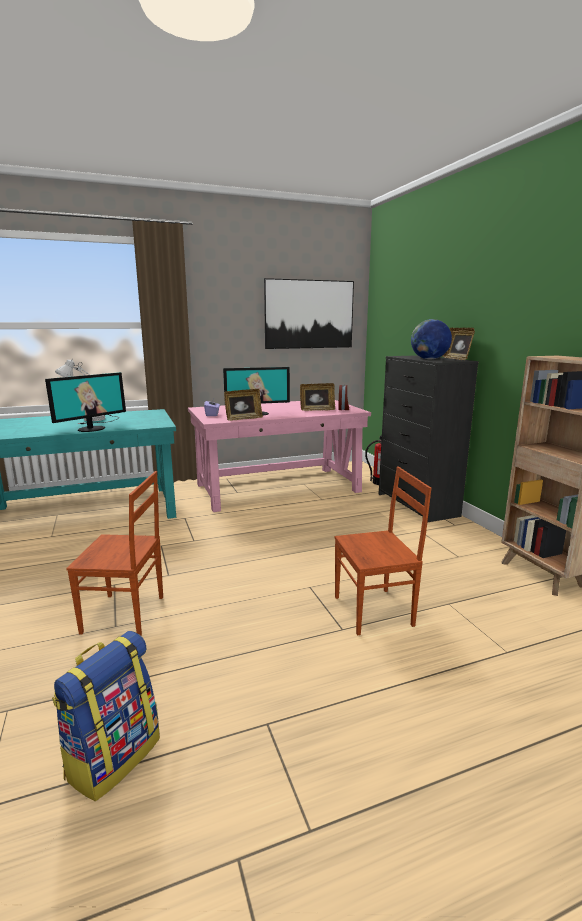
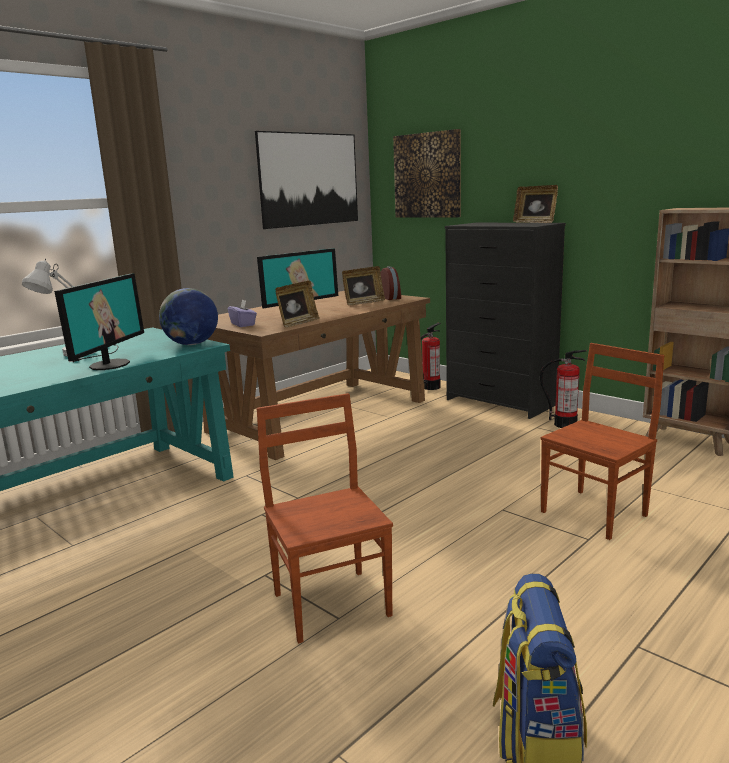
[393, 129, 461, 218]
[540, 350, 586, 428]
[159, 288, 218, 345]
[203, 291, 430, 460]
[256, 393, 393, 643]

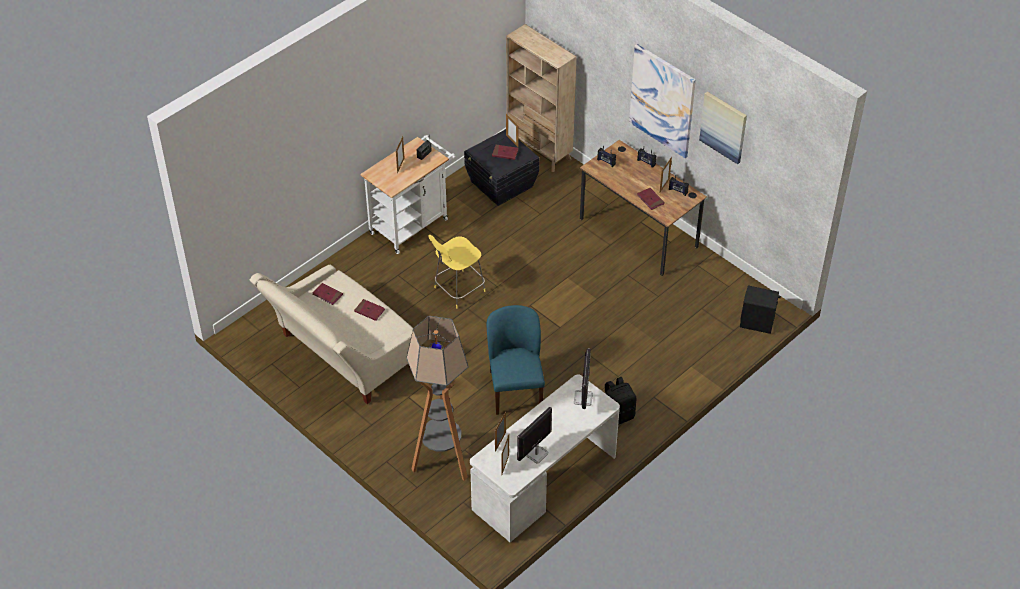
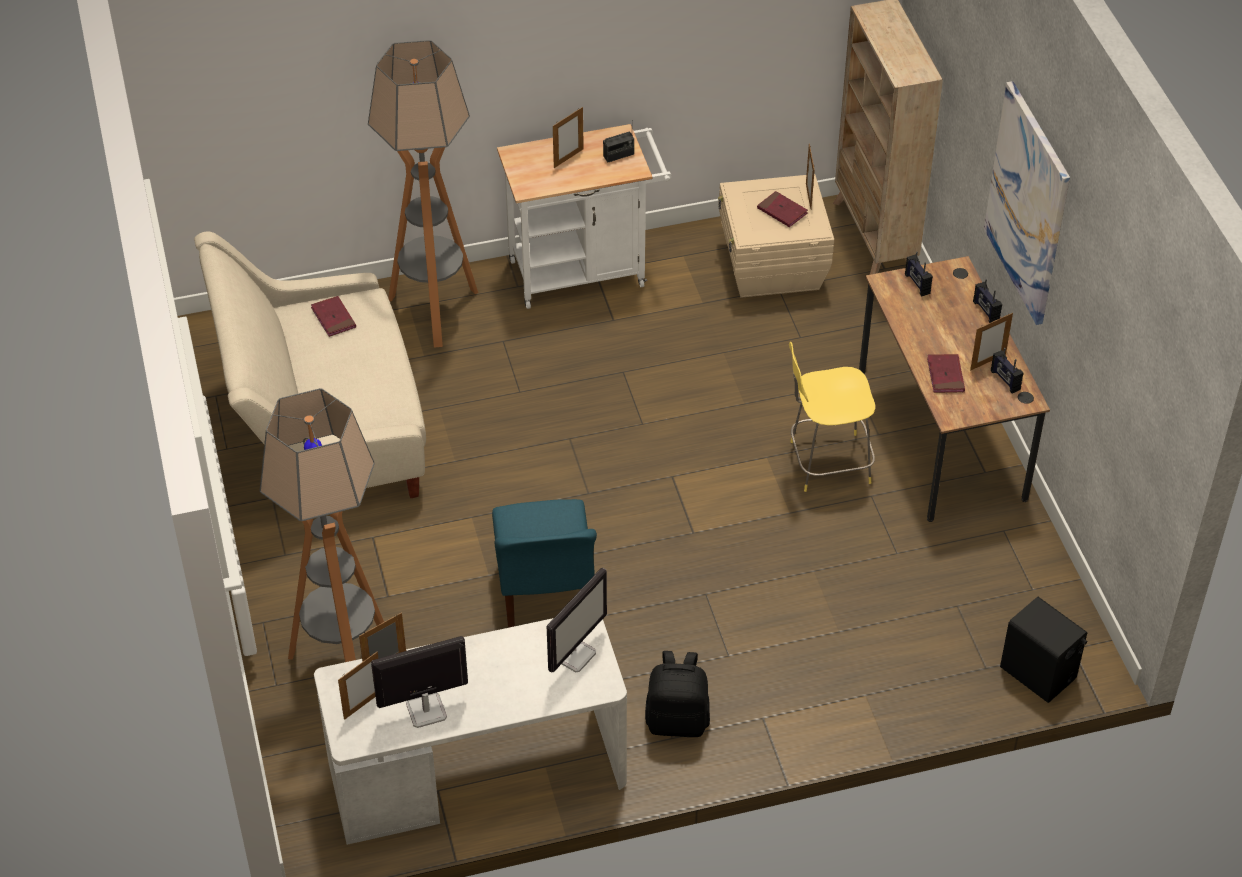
[354, 299, 385, 321] (first image)
[699, 91, 747, 164] (first image)
[368, 40, 478, 348]
[789, 342, 875, 492]
[718, 174, 834, 298]
[492, 499, 597, 628]

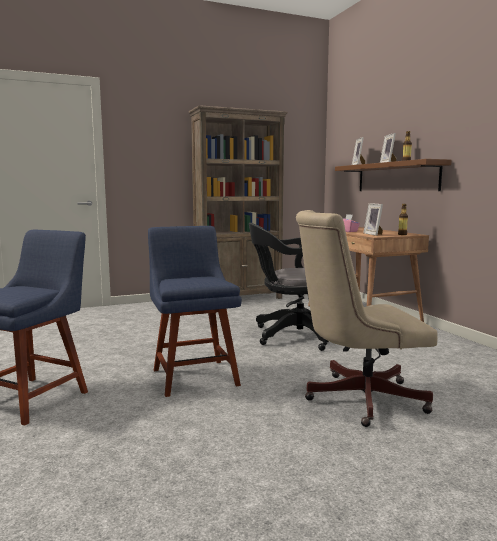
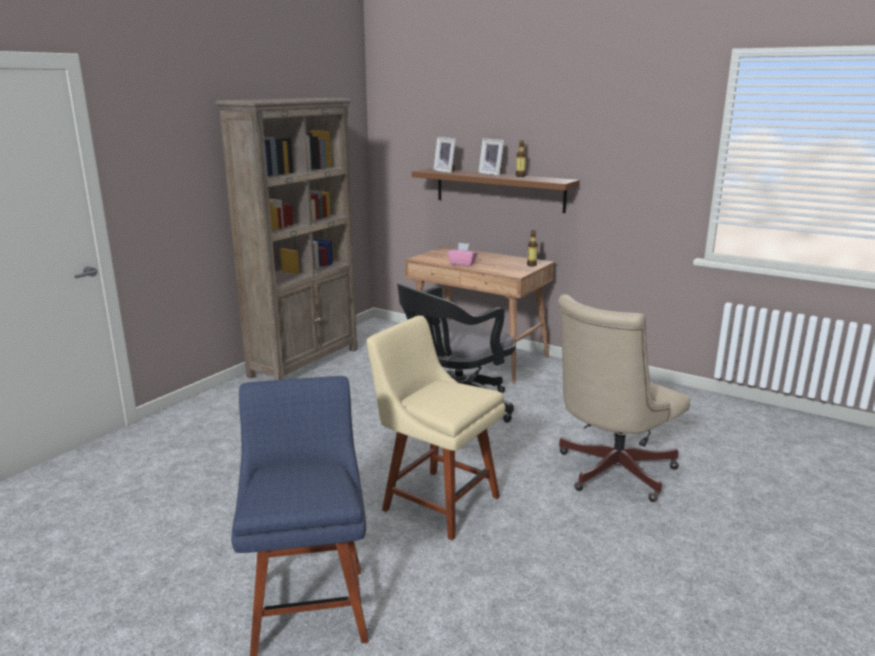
[363, 203, 383, 236] (first image)
[366, 316, 505, 541]

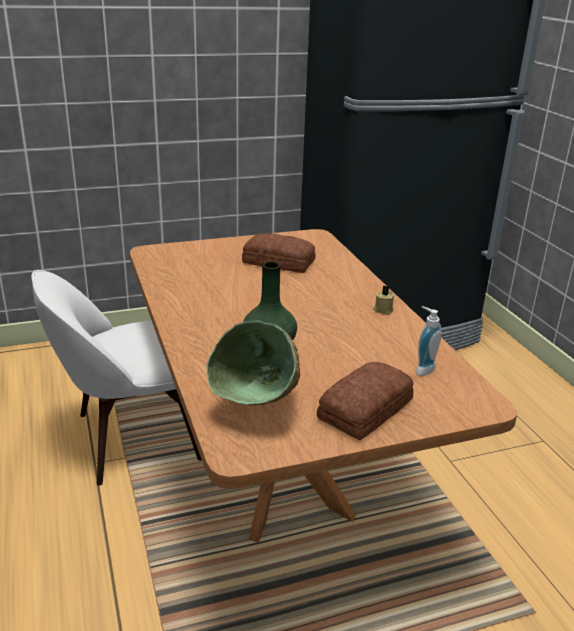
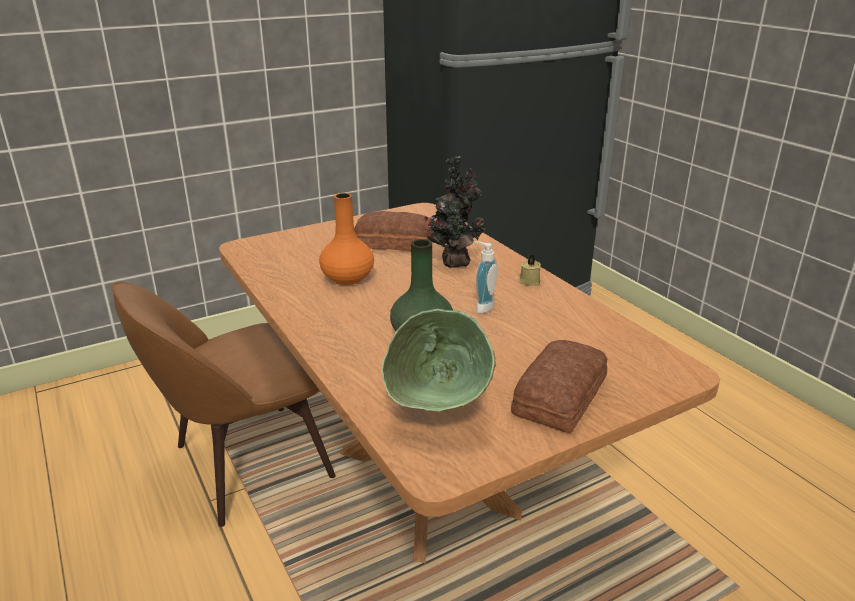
[319, 193, 374, 285]
[424, 156, 485, 268]
[475, 241, 497, 314]
[111, 282, 336, 527]

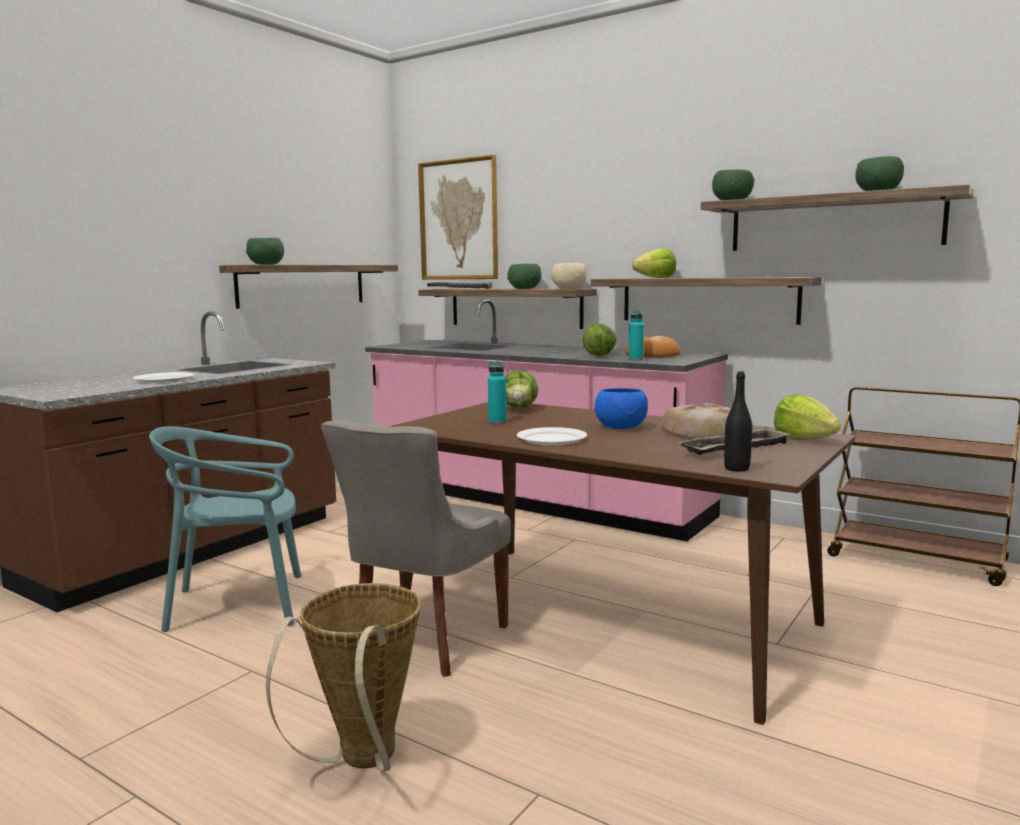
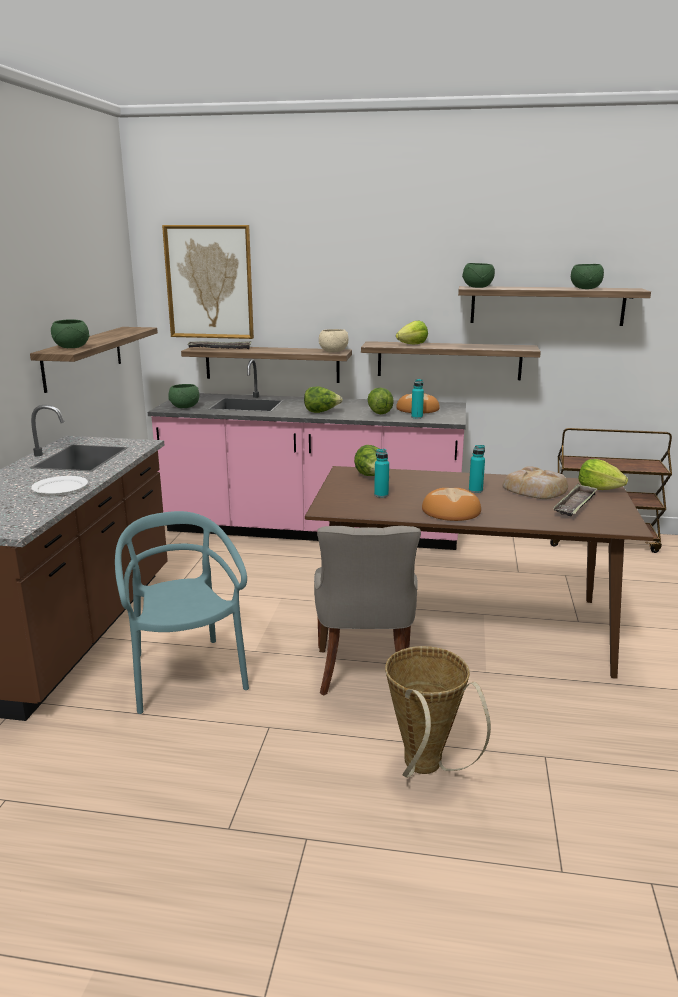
[724, 371, 752, 472] (first image)
[304, 386, 343, 413]
[168, 384, 199, 408]
[422, 488, 481, 521]
[469, 445, 485, 493]
[115, 511, 249, 714]

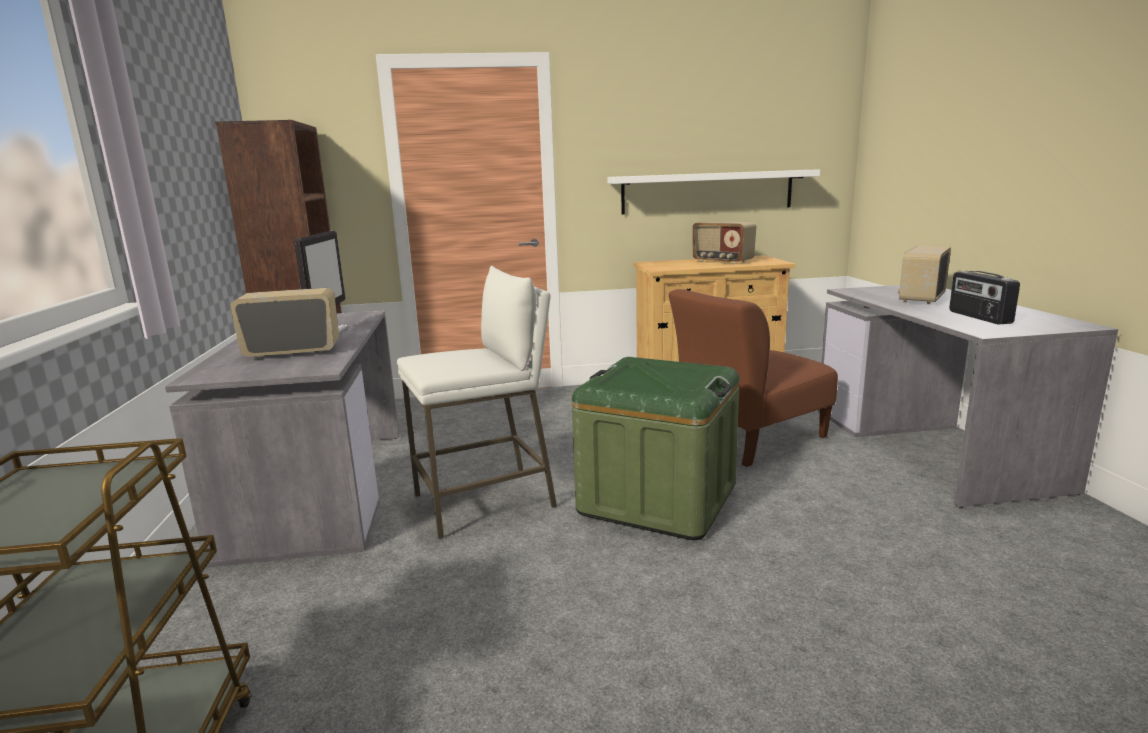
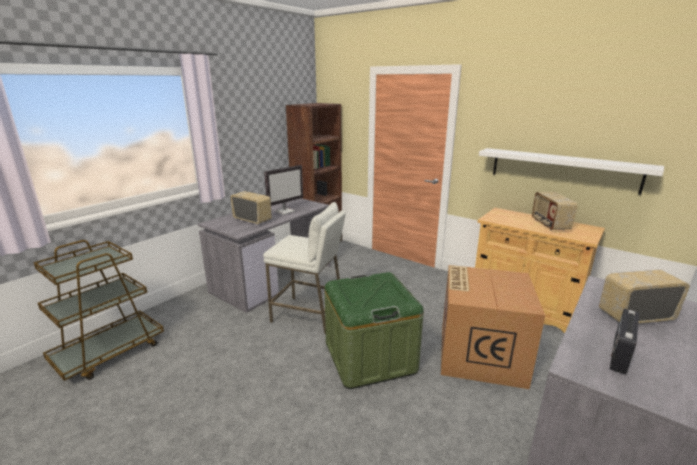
[441, 265, 545, 389]

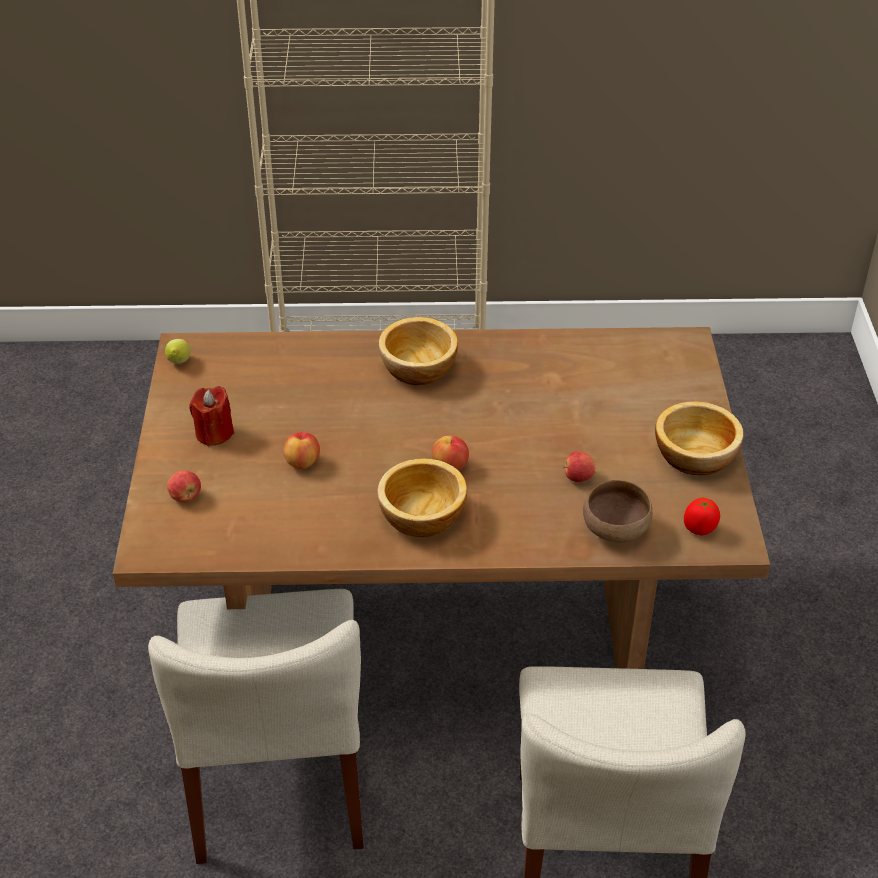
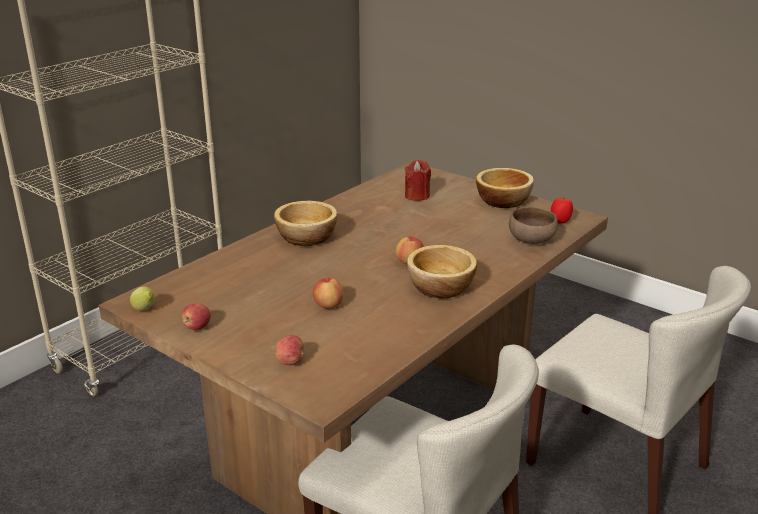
[405, 160, 431, 201]
[182, 303, 211, 330]

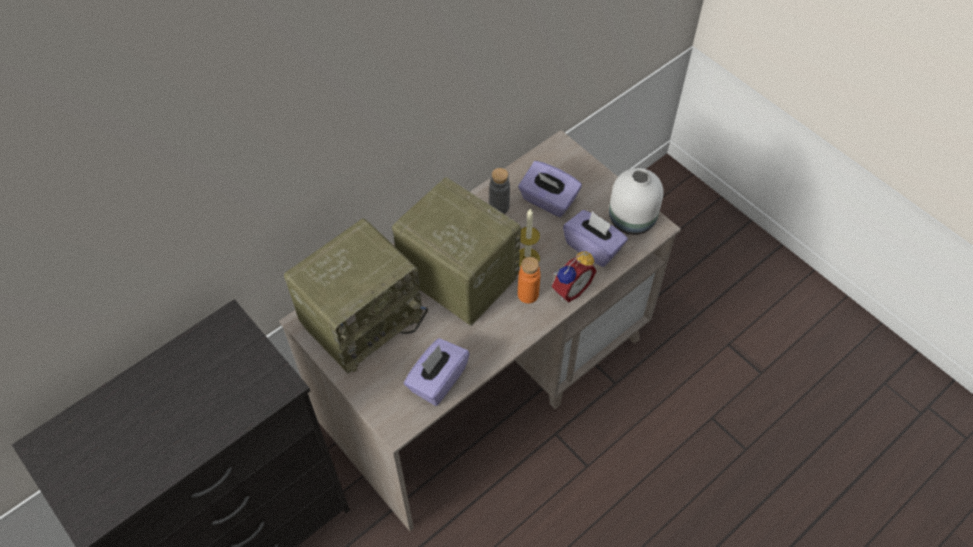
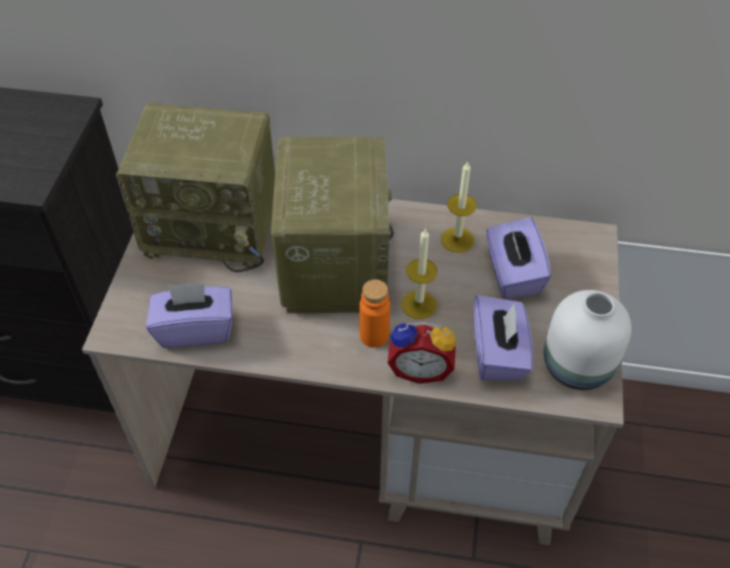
[441, 161, 477, 252]

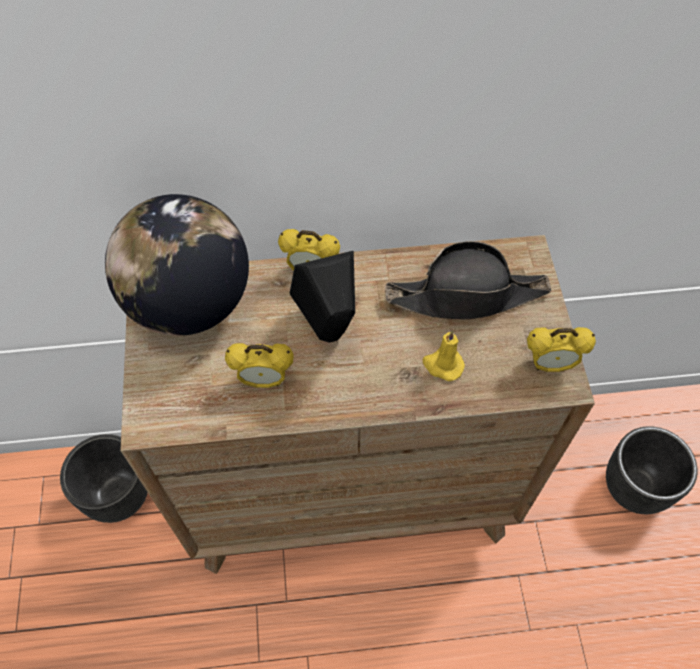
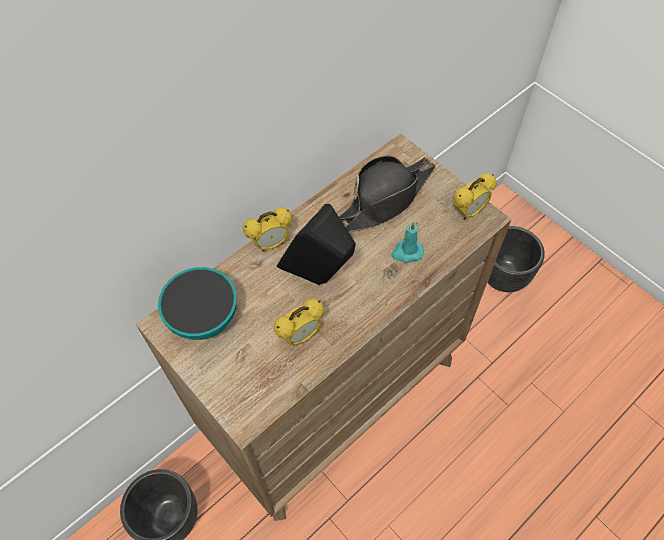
[158, 267, 237, 340]
[391, 222, 424, 263]

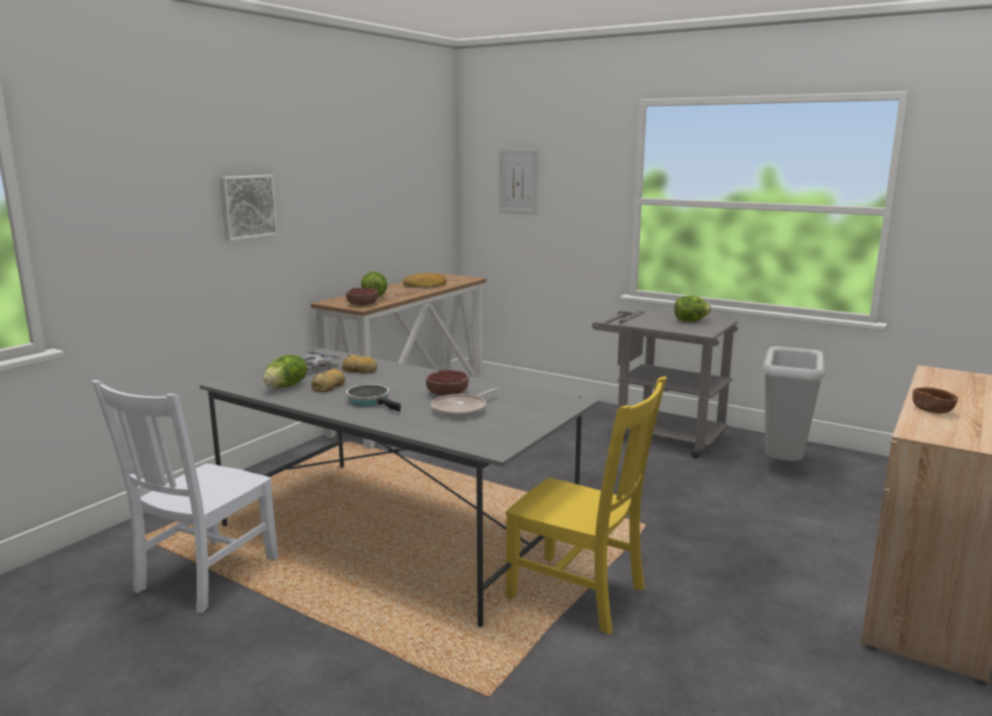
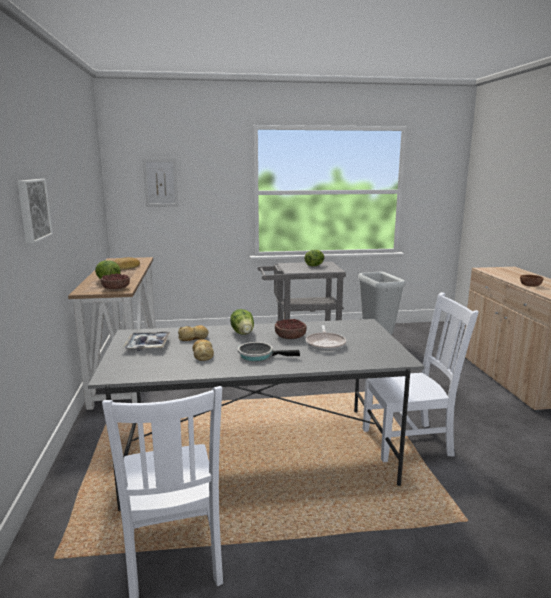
[230, 309, 254, 335]
[363, 292, 479, 462]

